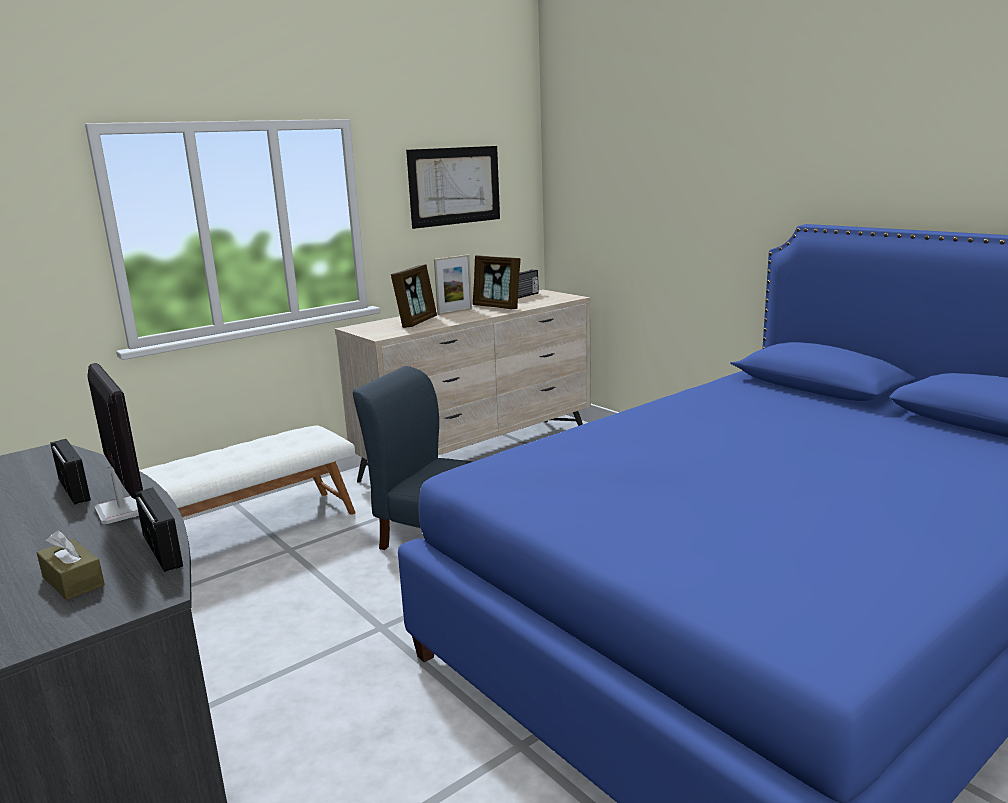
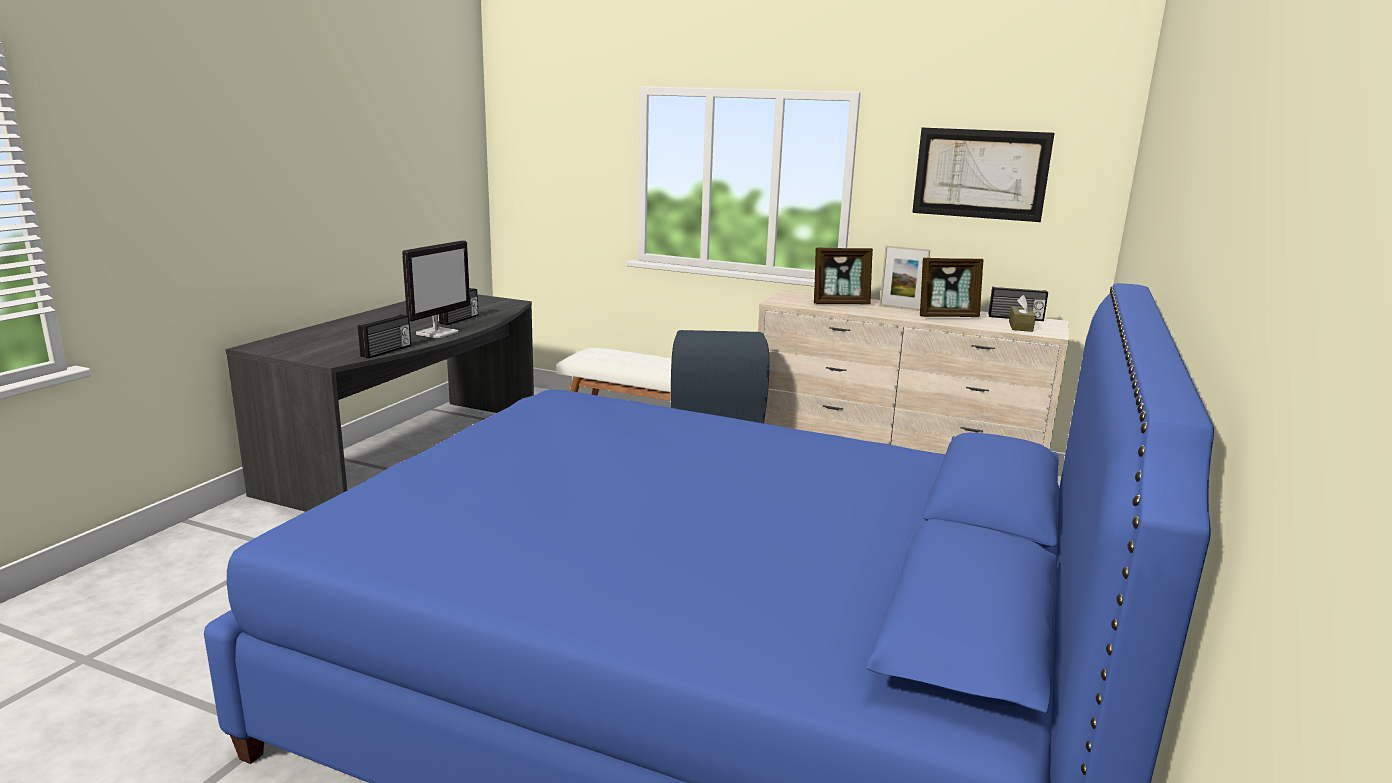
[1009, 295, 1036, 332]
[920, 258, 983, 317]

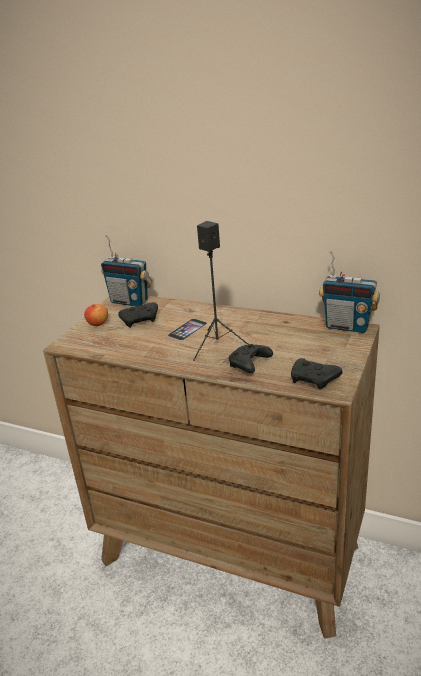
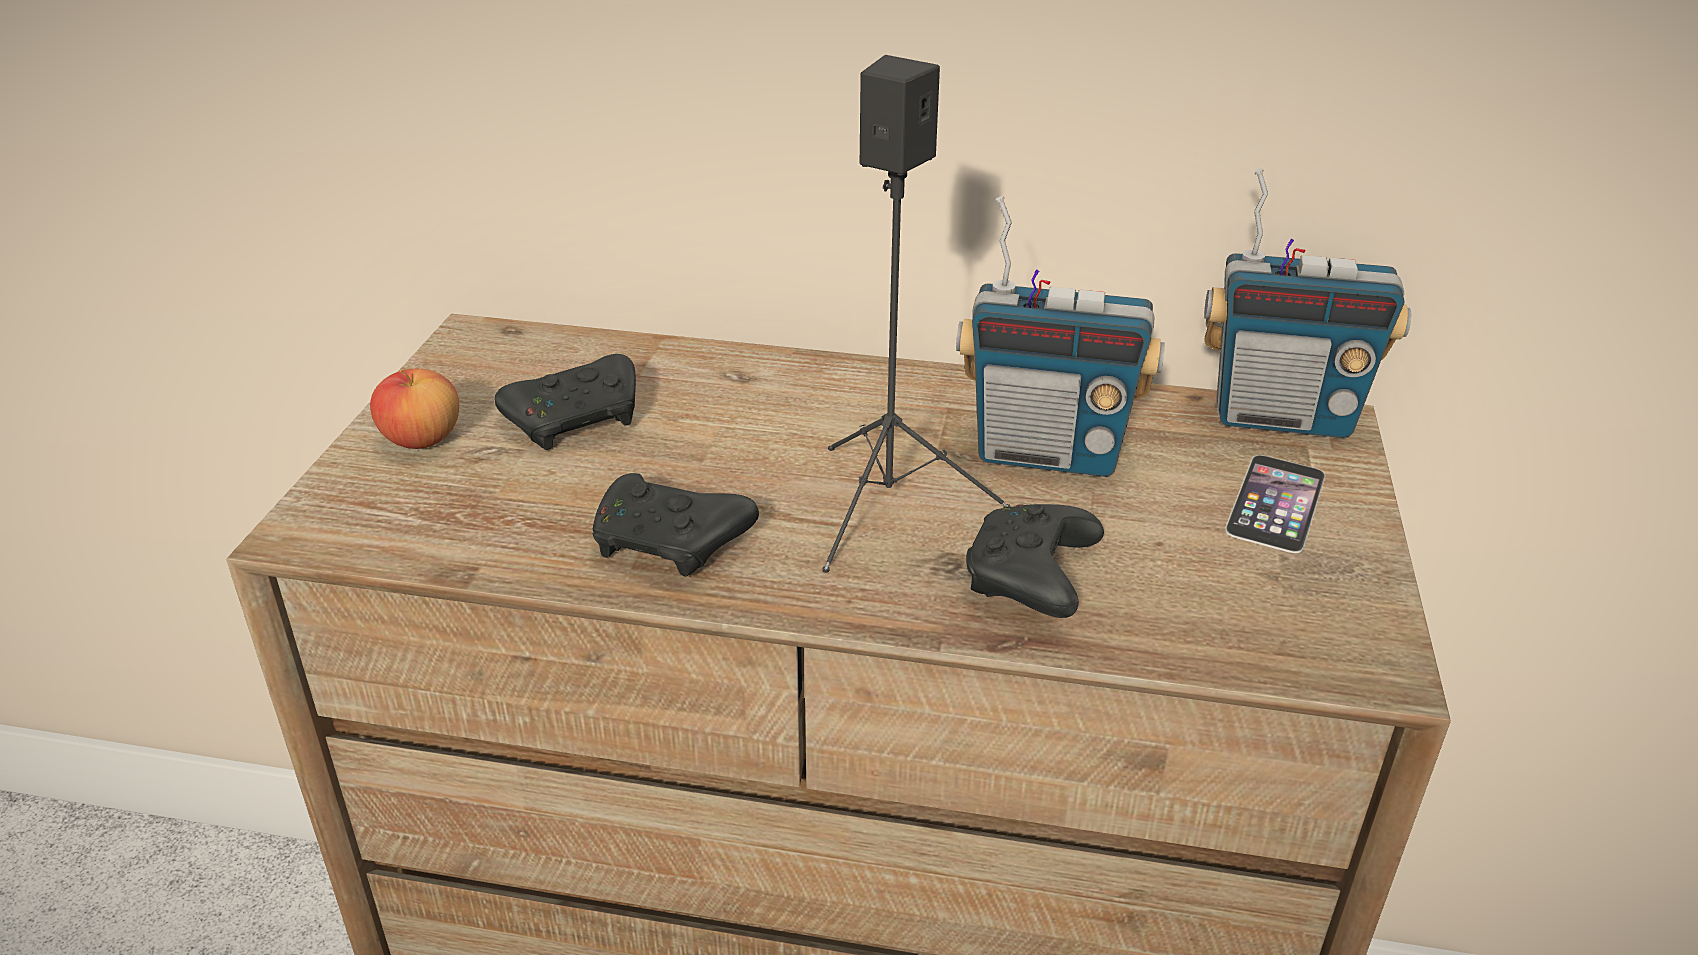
[956, 196, 1165, 477]
[1225, 455, 1325, 553]
[593, 473, 759, 577]

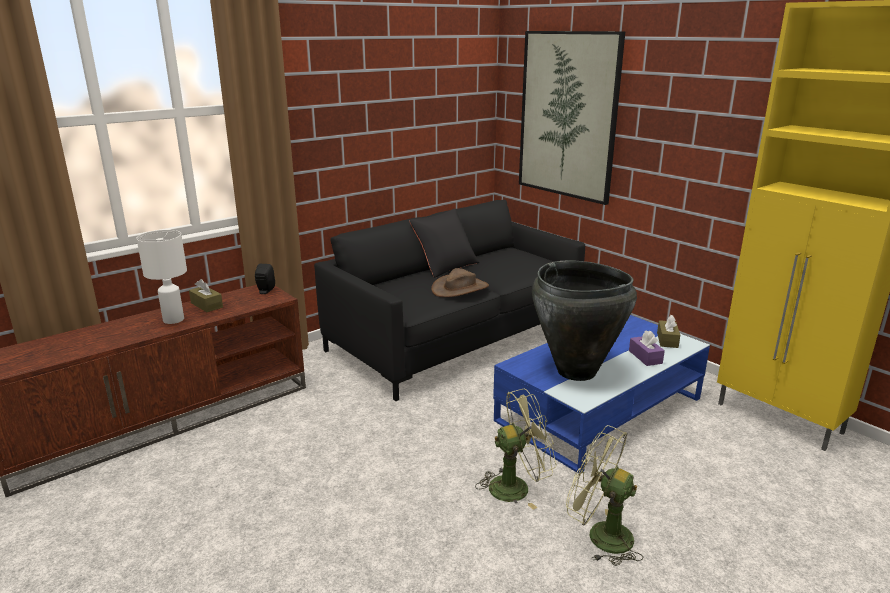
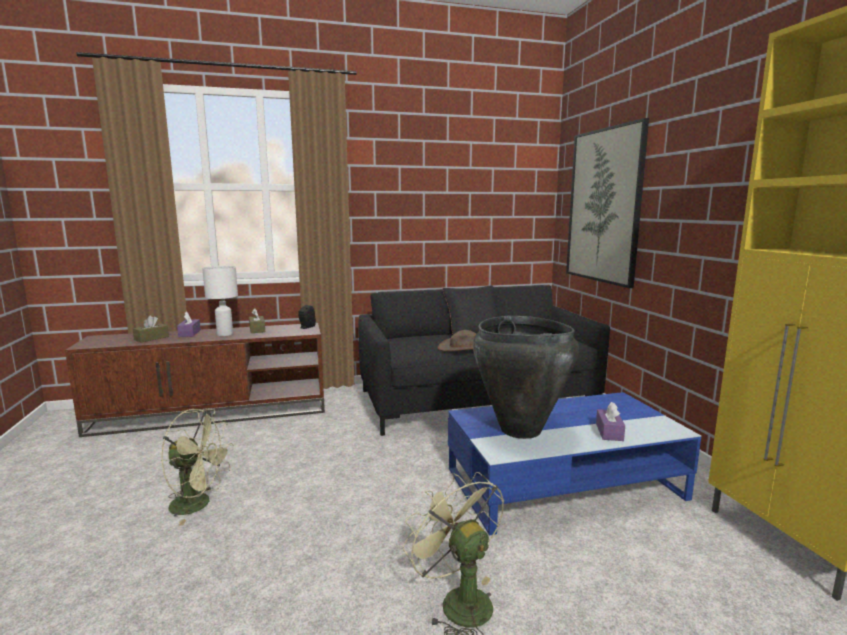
[177, 311, 201, 337]
[161, 409, 233, 526]
[133, 315, 169, 342]

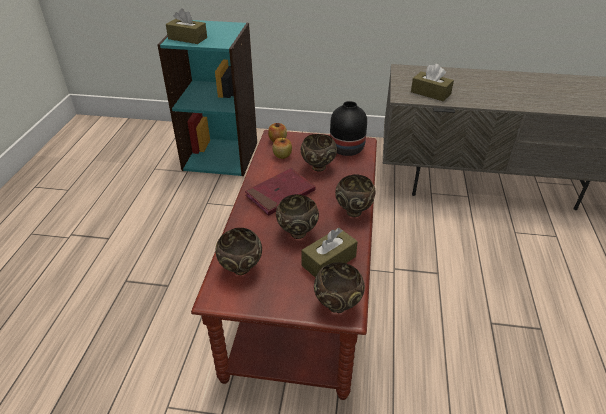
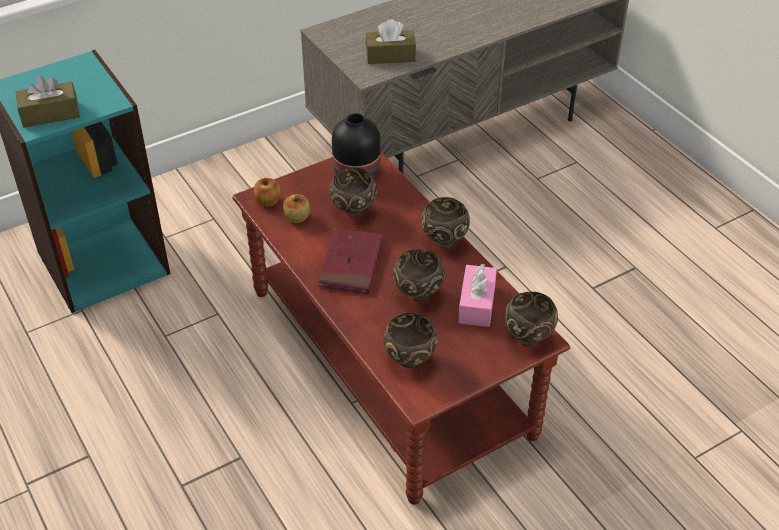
[458, 264, 497, 327]

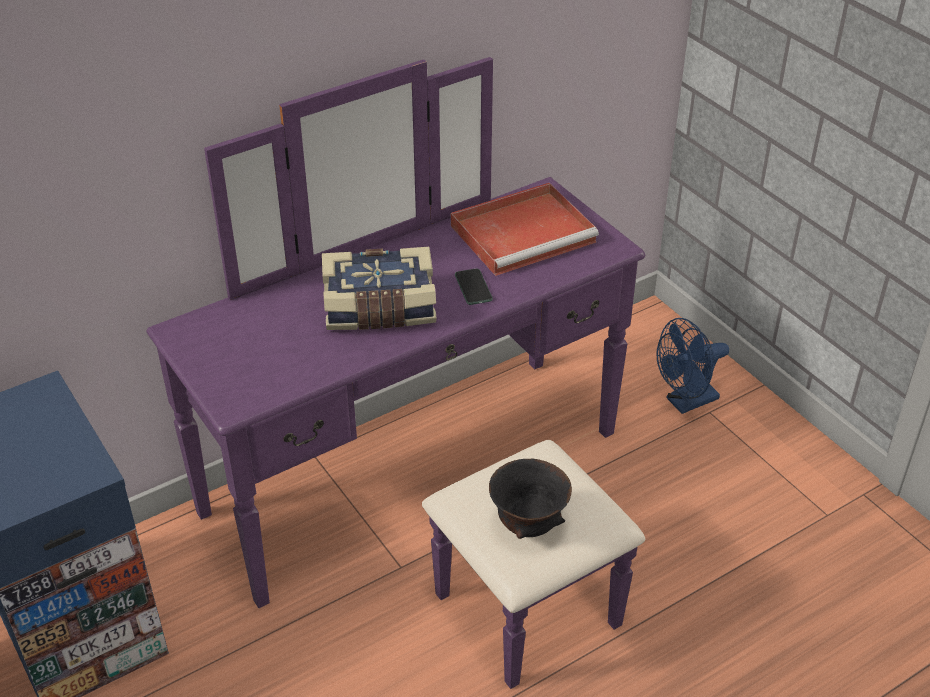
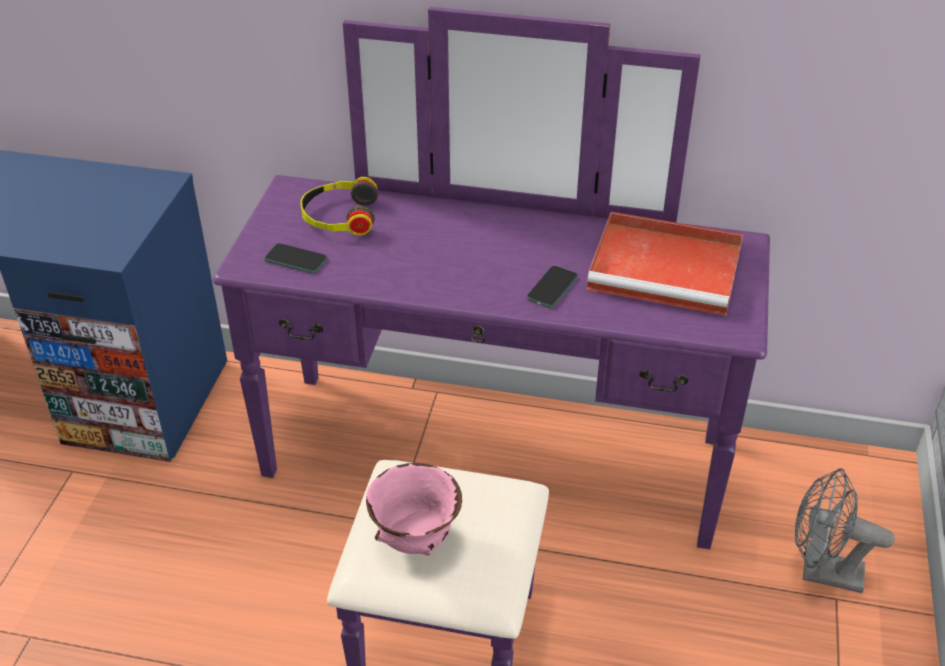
[322, 247, 437, 330] (first image)
[264, 243, 328, 274]
[300, 177, 378, 236]
[366, 463, 462, 555]
[795, 469, 895, 593]

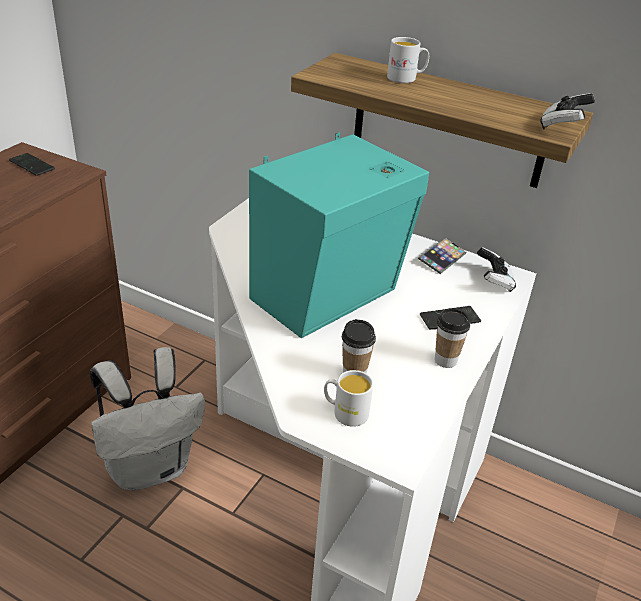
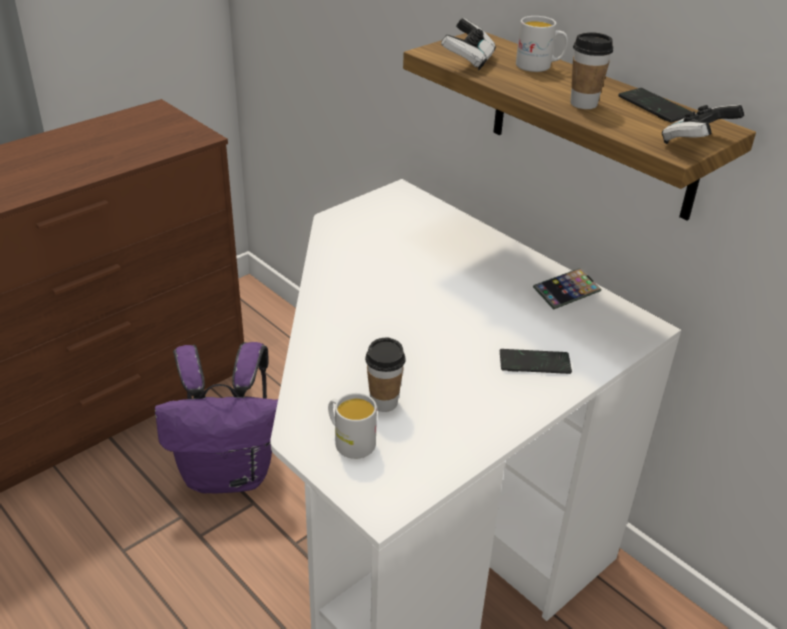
[249, 132, 429, 338] (first image)
[618, 88, 692, 122]
[570, 32, 613, 109]
[441, 18, 496, 70]
[155, 342, 278, 493]

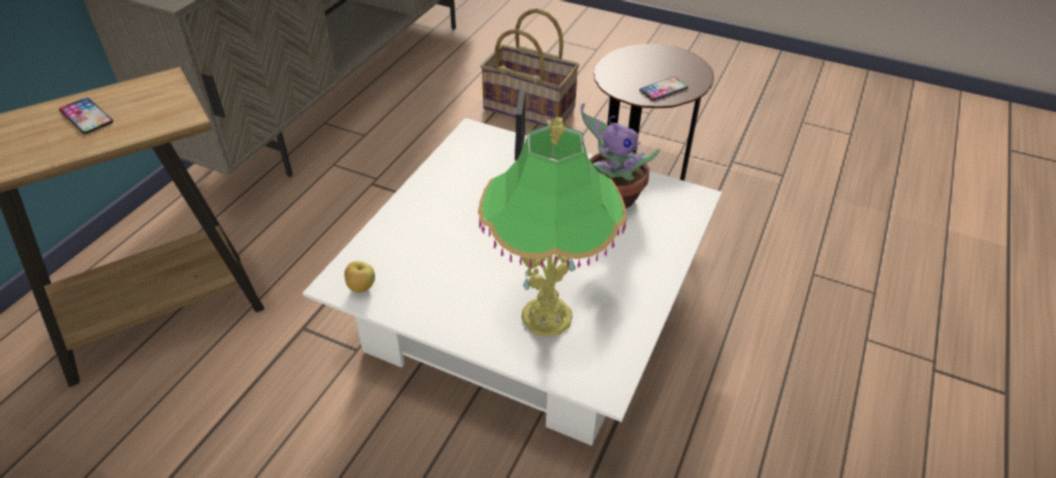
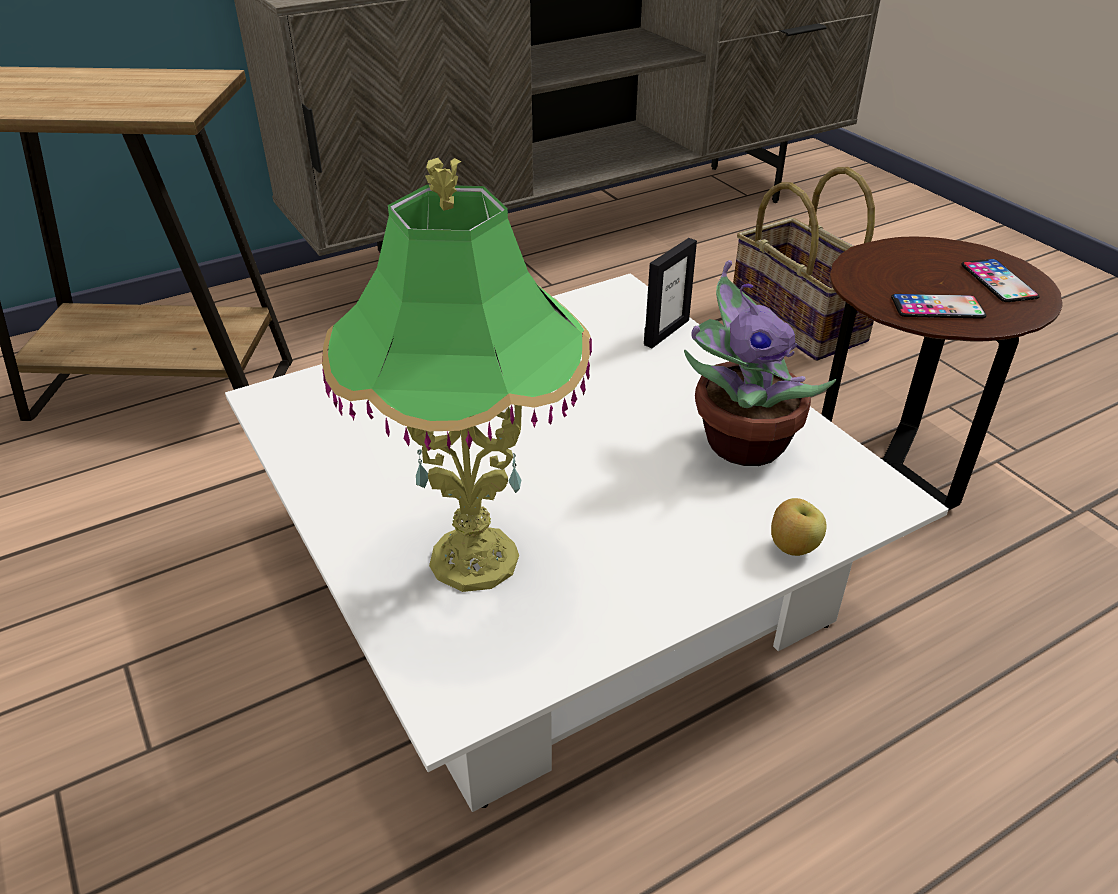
[961, 259, 1040, 302]
[771, 498, 827, 556]

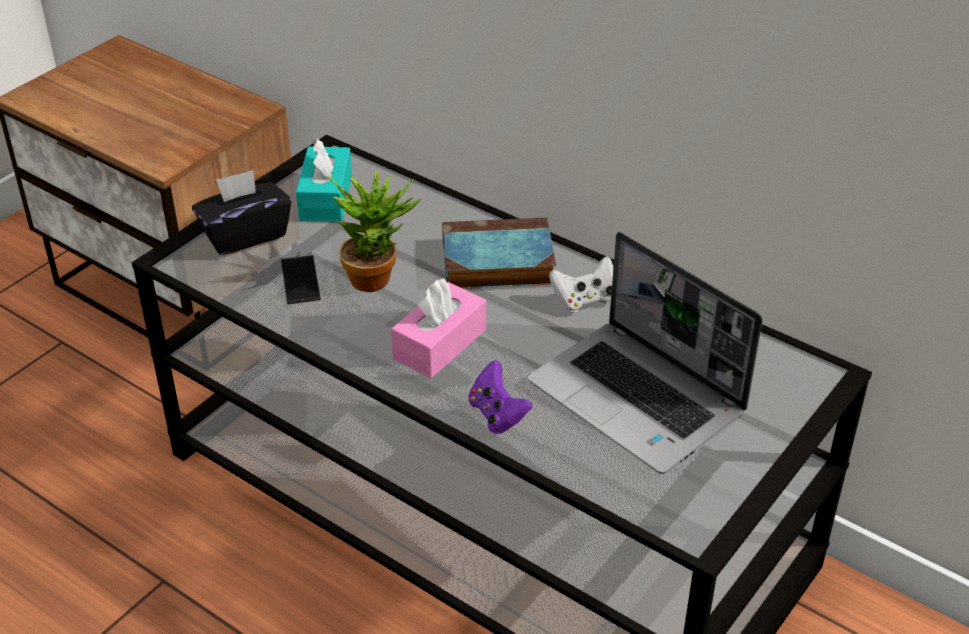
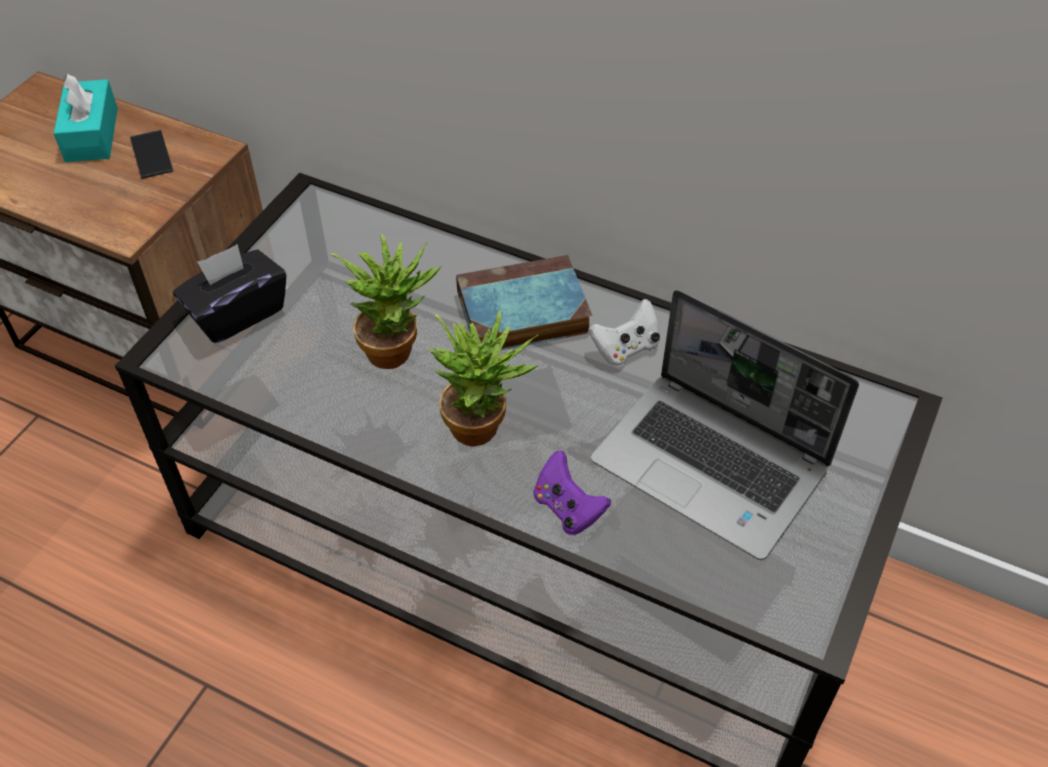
[130, 130, 173, 179]
[53, 74, 118, 162]
[429, 310, 538, 446]

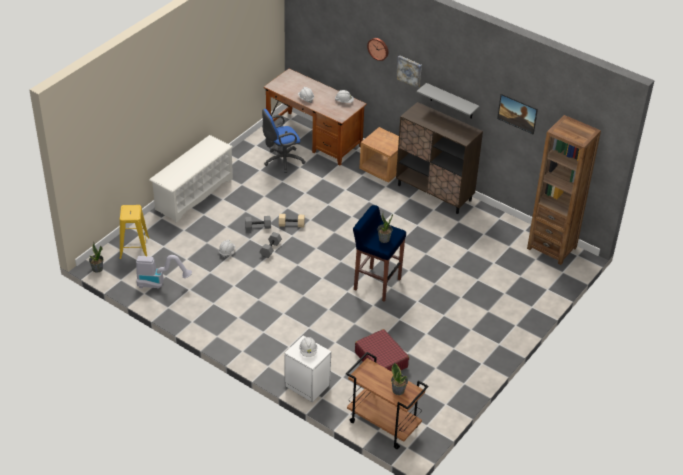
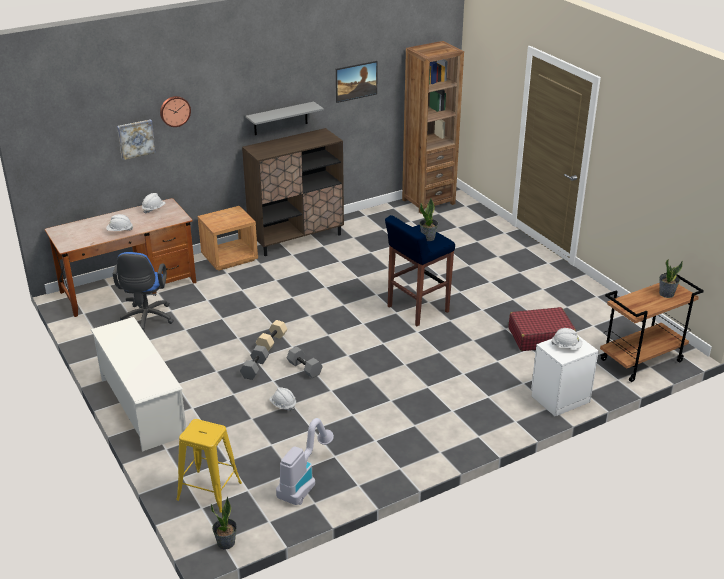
[117, 119, 156, 160]

